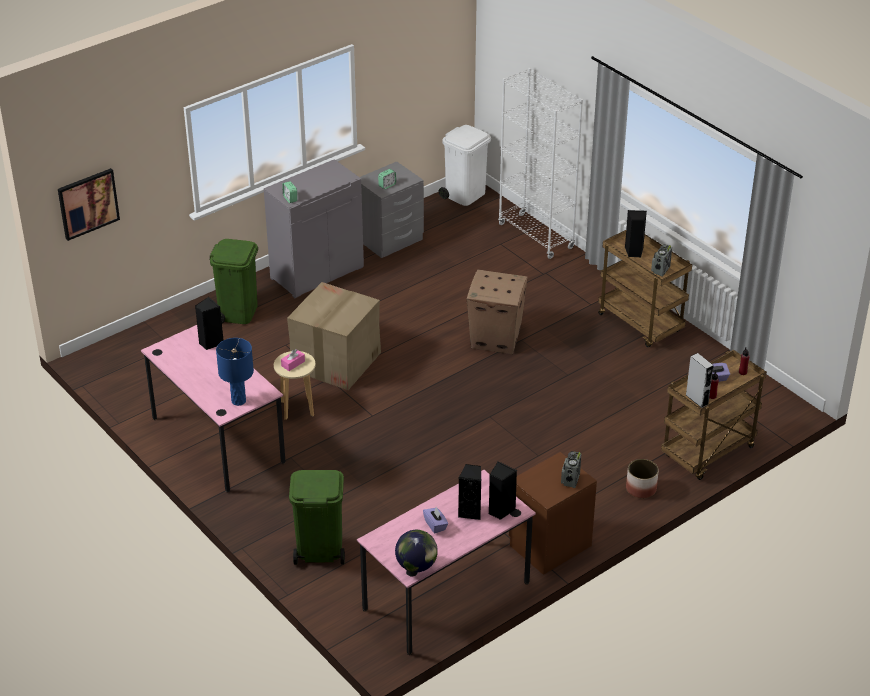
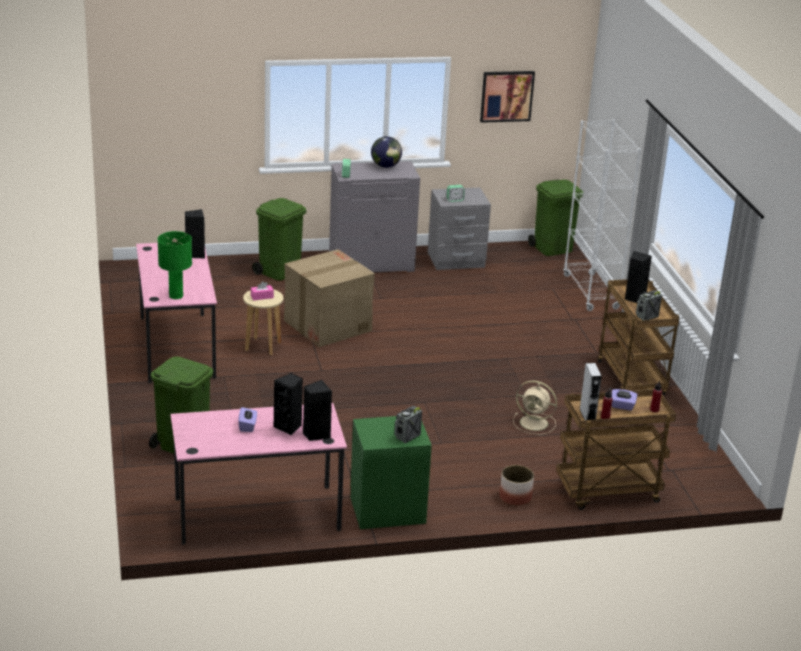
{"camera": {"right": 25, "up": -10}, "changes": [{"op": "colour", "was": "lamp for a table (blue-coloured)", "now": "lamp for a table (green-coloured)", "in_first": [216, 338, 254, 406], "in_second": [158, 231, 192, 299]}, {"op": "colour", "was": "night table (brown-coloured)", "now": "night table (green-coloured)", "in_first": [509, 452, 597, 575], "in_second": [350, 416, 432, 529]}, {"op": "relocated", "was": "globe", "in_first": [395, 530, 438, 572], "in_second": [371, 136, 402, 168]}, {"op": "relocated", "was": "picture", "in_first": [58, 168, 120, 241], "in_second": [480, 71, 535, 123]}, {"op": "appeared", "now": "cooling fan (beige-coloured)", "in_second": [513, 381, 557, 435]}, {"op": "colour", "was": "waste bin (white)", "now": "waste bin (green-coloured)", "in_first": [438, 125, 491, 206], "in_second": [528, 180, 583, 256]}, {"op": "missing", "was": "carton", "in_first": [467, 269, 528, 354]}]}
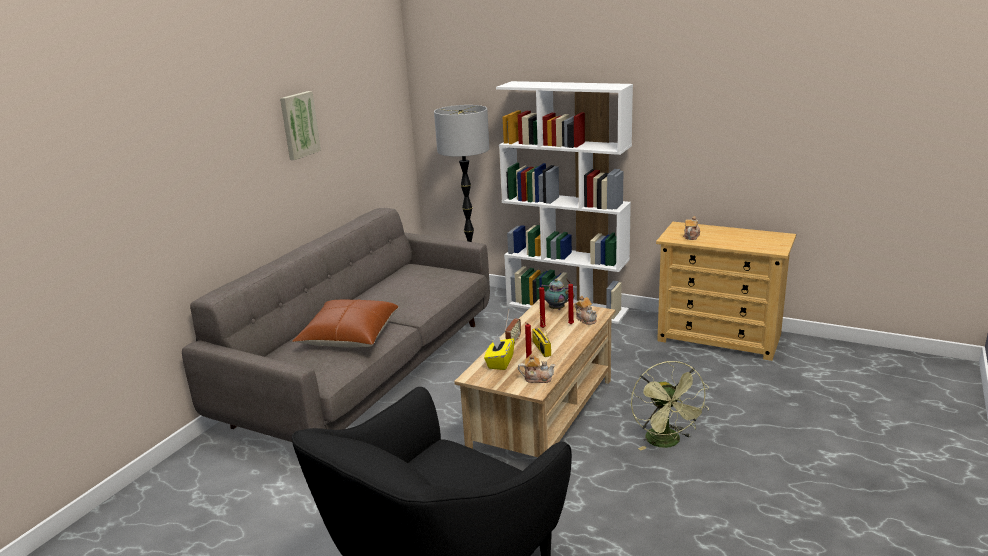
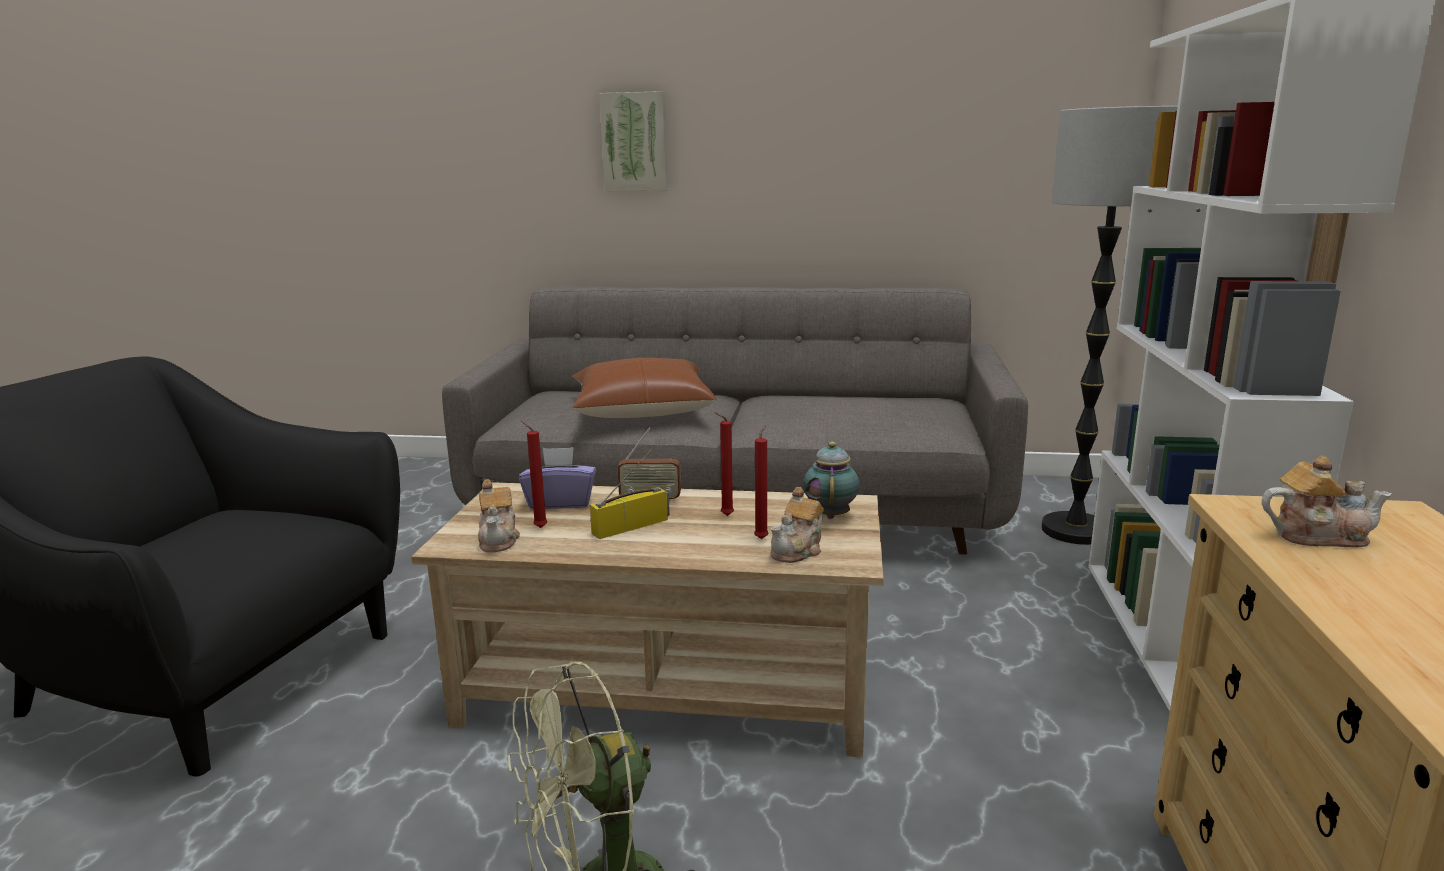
{"camera": {"right": 70, "up": -5}, "changes": [{"op": "colour", "was": "tissue box (yellow)", "now": "tissue box (purple-coloured)", "in_first": [484, 334, 515, 370], "in_second": [519, 447, 596, 509]}, {"op": "relocated", "was": "picture", "in_first": [280, 91, 321, 160], "in_second": [599, 91, 667, 191]}]}
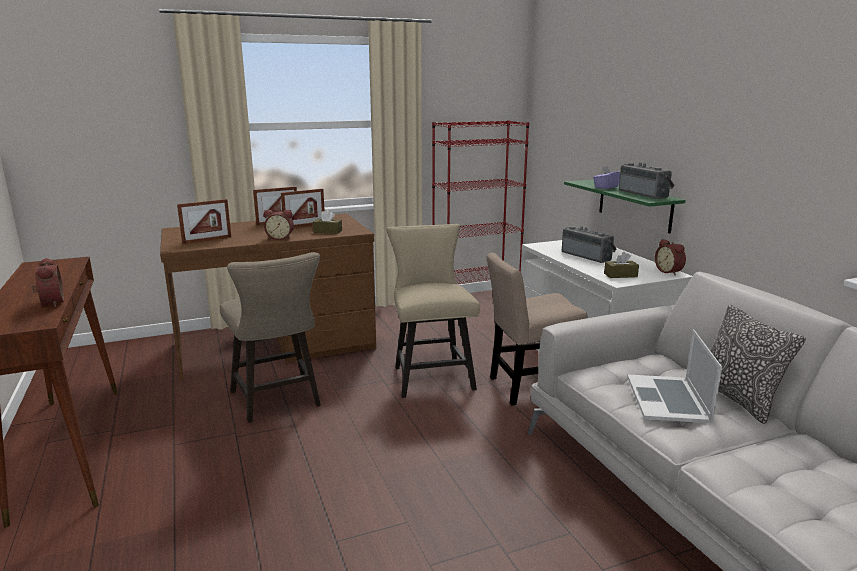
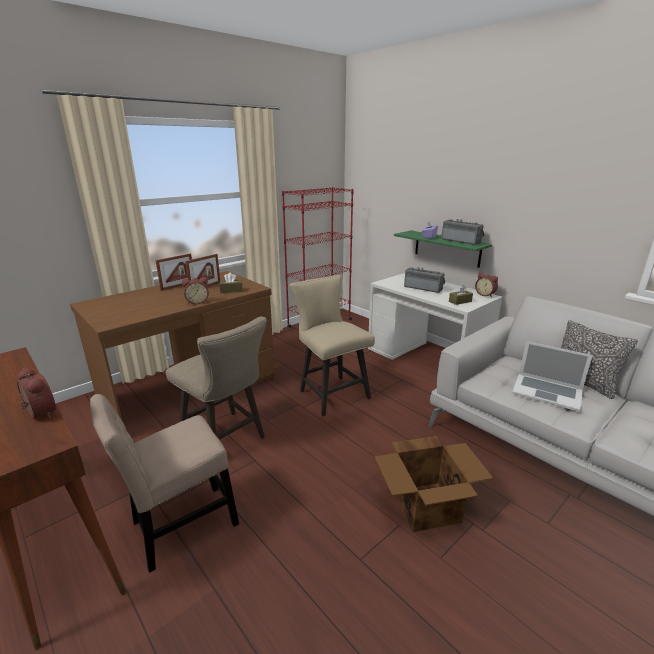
{"camera": {"right": -20, "up": 5}, "changes": [{"op": "relocated", "was": "upright chair (beige-coloured)", "in_first": [487, 253, 588, 405], "in_second": [90, 394, 239, 573]}, {"op": "appeared", "now": "carton", "in_second": [374, 436, 493, 532]}, {"op": "spun", "was": "laptop", "in_first": [627, 330, 722, 423], "in_second": [512, 341, 593, 412], "clockwise": -45}, {"op": "missing", "was": "picture frame", "in_first": [177, 199, 231, 244]}]}
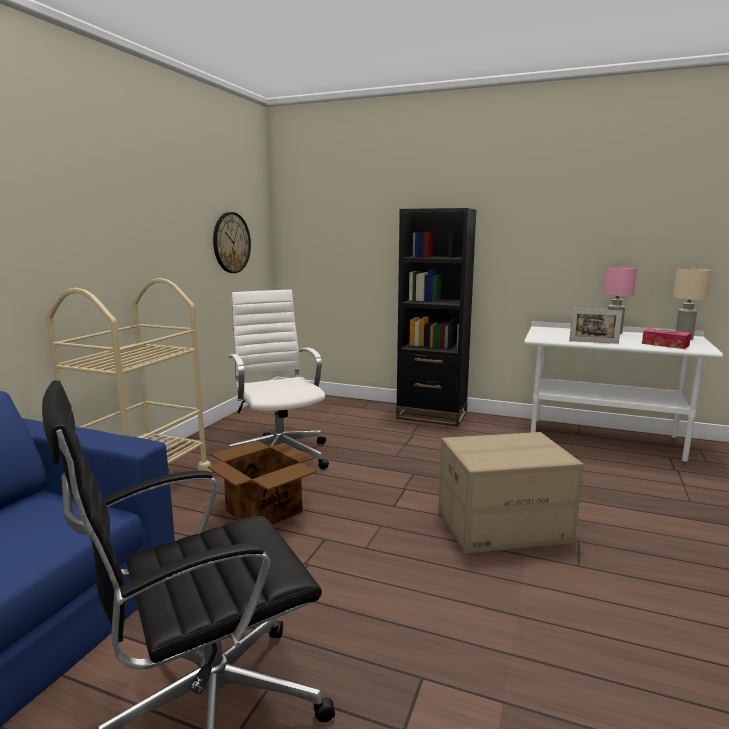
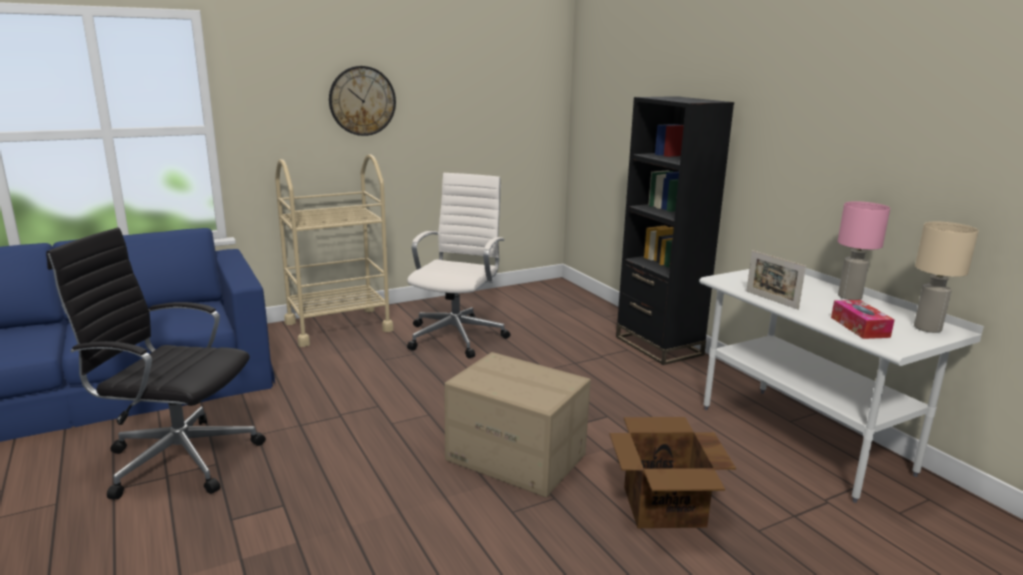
{"camera": {"right": 40, "up": 5}, "changes": [{"op": "relocated", "was": "wall clock", "in_first": [213, 212, 251, 273], "in_second": [329, 66, 396, 136]}, {"op": "relocated", "was": "carton", "in_first": [208, 440, 317, 525], "in_second": [610, 417, 736, 528]}]}
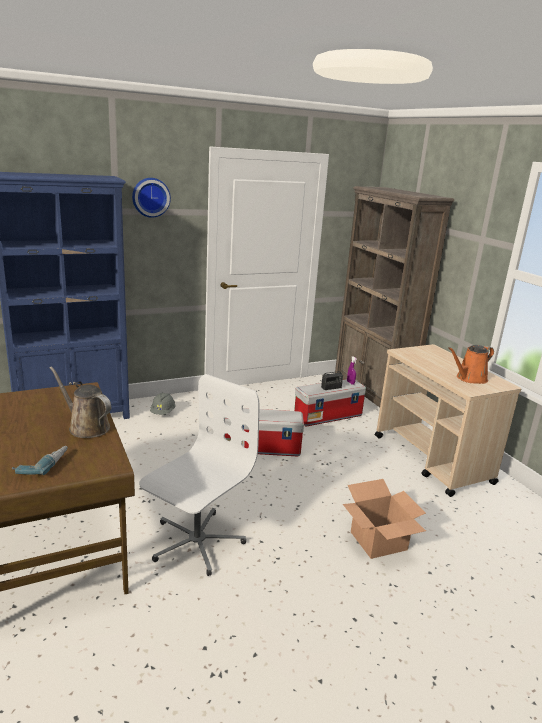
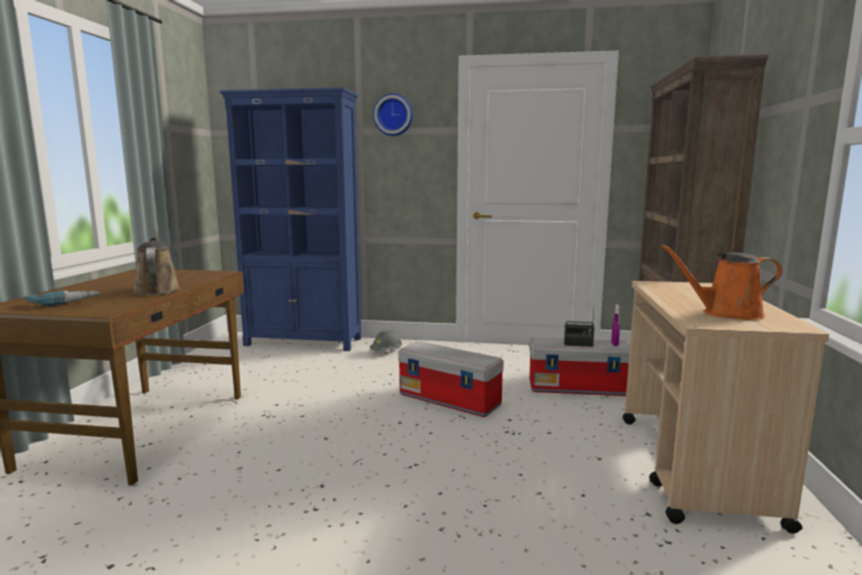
{"camera": {"right": 35, "up": -10}, "changes": [{"op": "missing", "was": "office chair (white)", "in_first": [139, 374, 259, 576]}, {"op": "missing", "was": "carton", "in_first": [343, 479, 426, 559]}]}
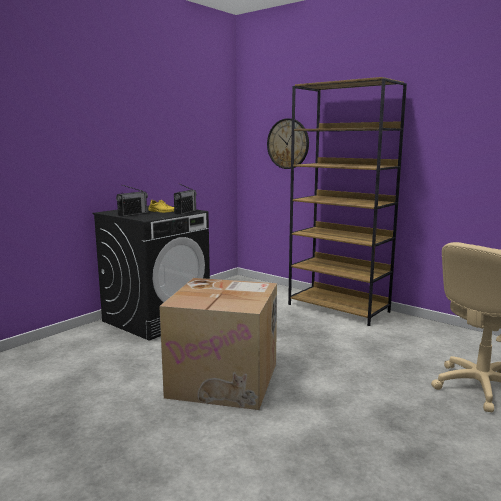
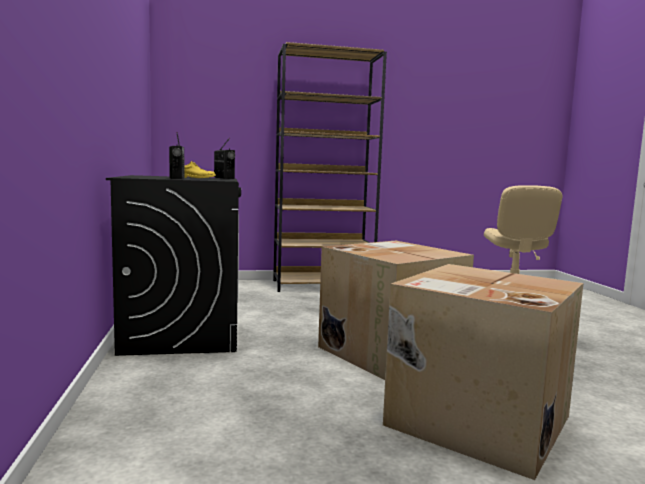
{"camera": {"right": -50, "up": -5}, "changes": [{"op": "appeared", "now": "carton", "in_second": [383, 264, 583, 480]}, {"op": "missing", "was": "wall clock", "in_first": [267, 118, 309, 169]}]}
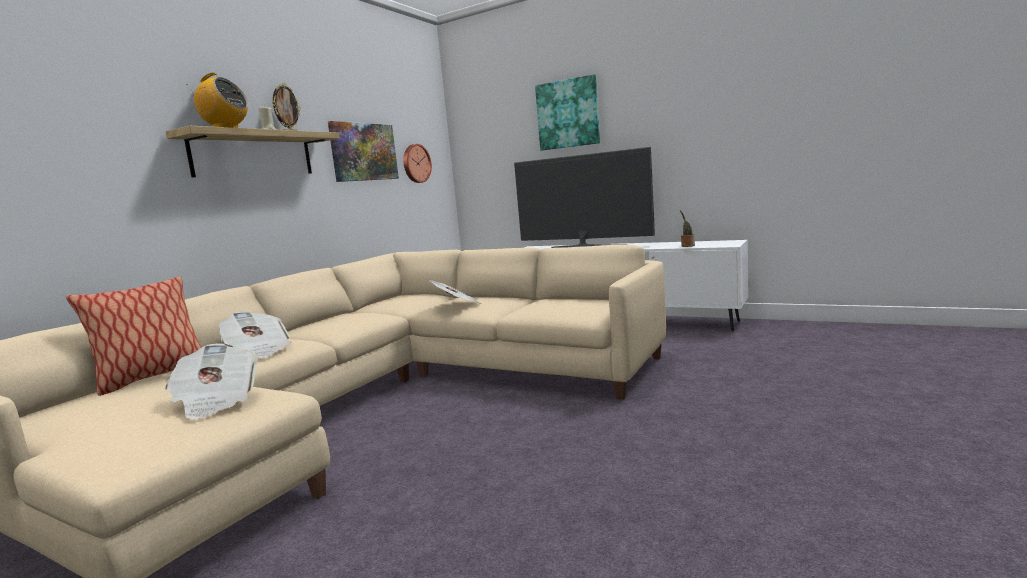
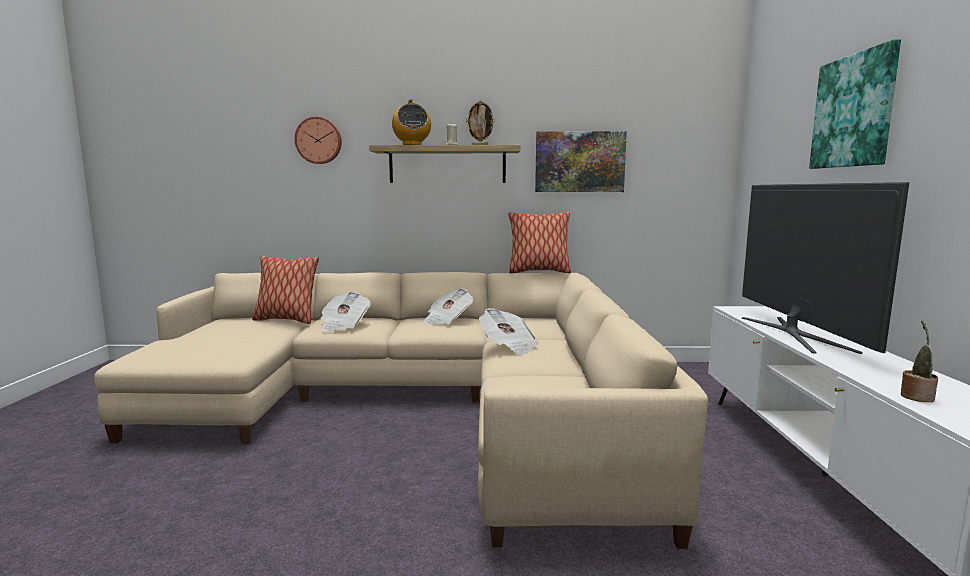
{"camera": {"right": 60, "up": 0}, "changes": [{"op": "relocated", "was": "wall clock", "in_first": [403, 144, 432, 183], "in_second": [295, 117, 342, 164]}, {"op": "relocated", "was": "printed paper", "in_first": [165, 343, 258, 420], "in_second": [423, 289, 474, 325]}, {"op": "appeared", "now": "throw pillow", "in_second": [508, 212, 571, 273]}]}
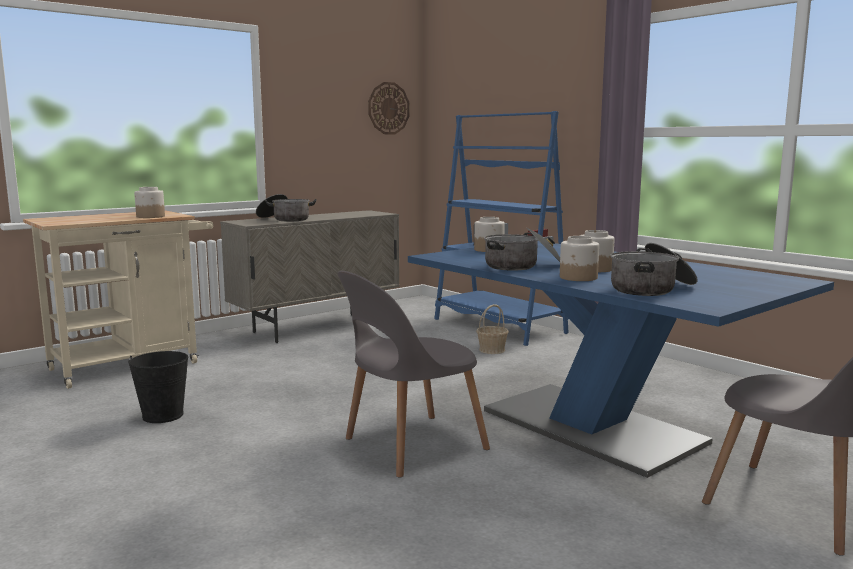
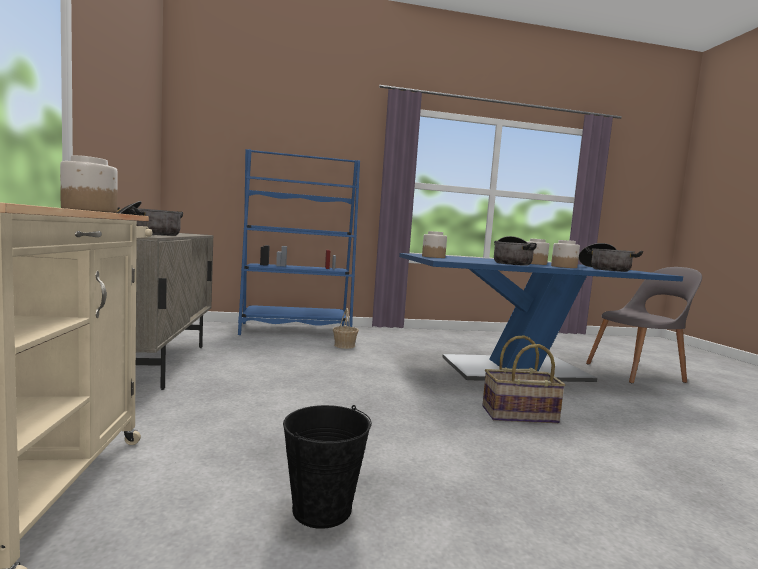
{"camera": {"right": -60, "up": -5}, "changes": [{"op": "exchanged", "was": "upright chair (grey)", "now": "household basket", "in_first": [337, 271, 490, 478], "in_second": [482, 335, 565, 423]}, {"op": "missing", "was": "wall clock", "in_first": [368, 82, 410, 134]}]}
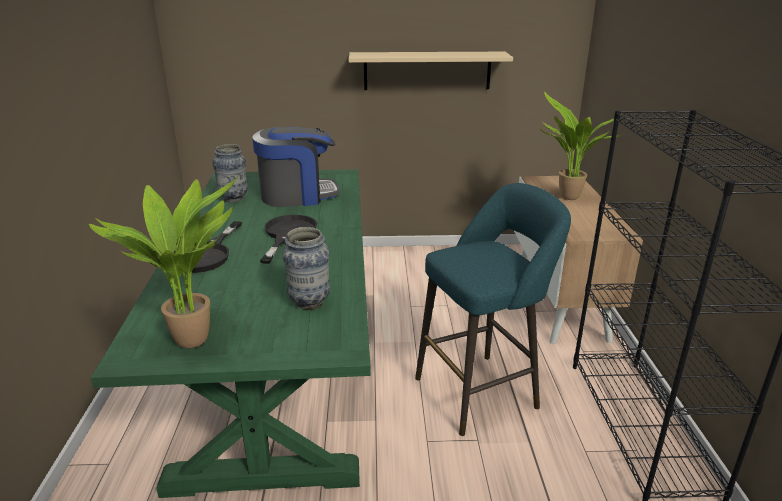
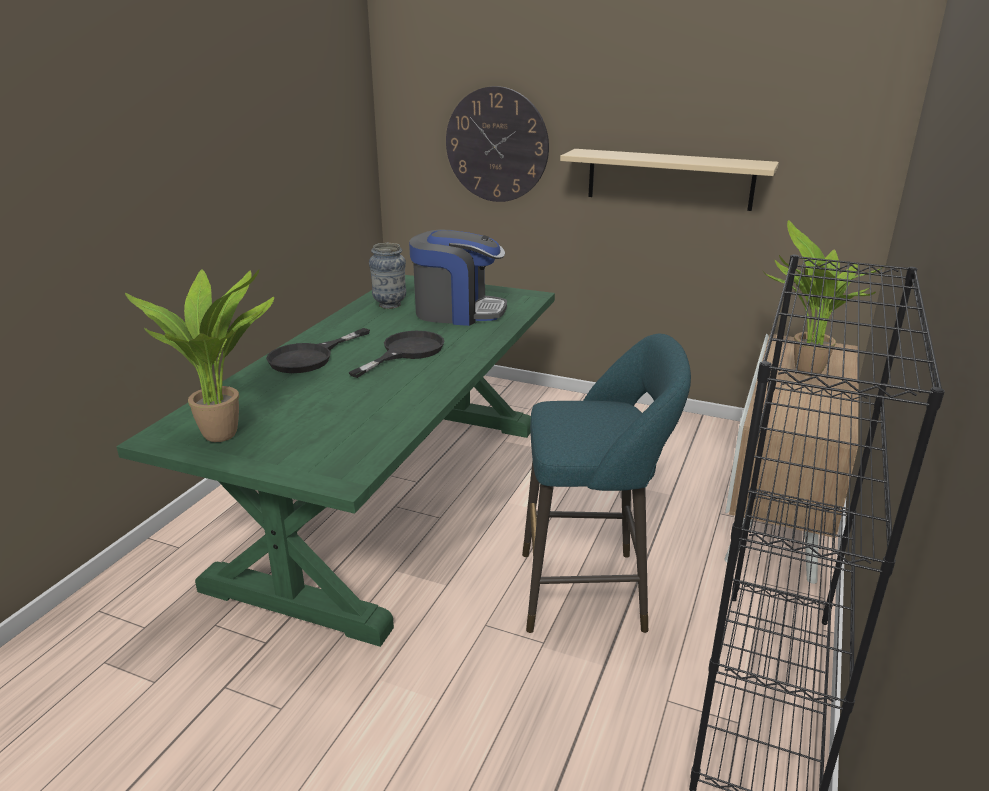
{"camera": {"right": 25, "up": 0}, "changes": [{"op": "appeared", "now": "wall clock", "in_second": [446, 86, 549, 202]}, {"op": "missing", "was": "decorative vase", "in_first": [282, 227, 330, 310]}]}
